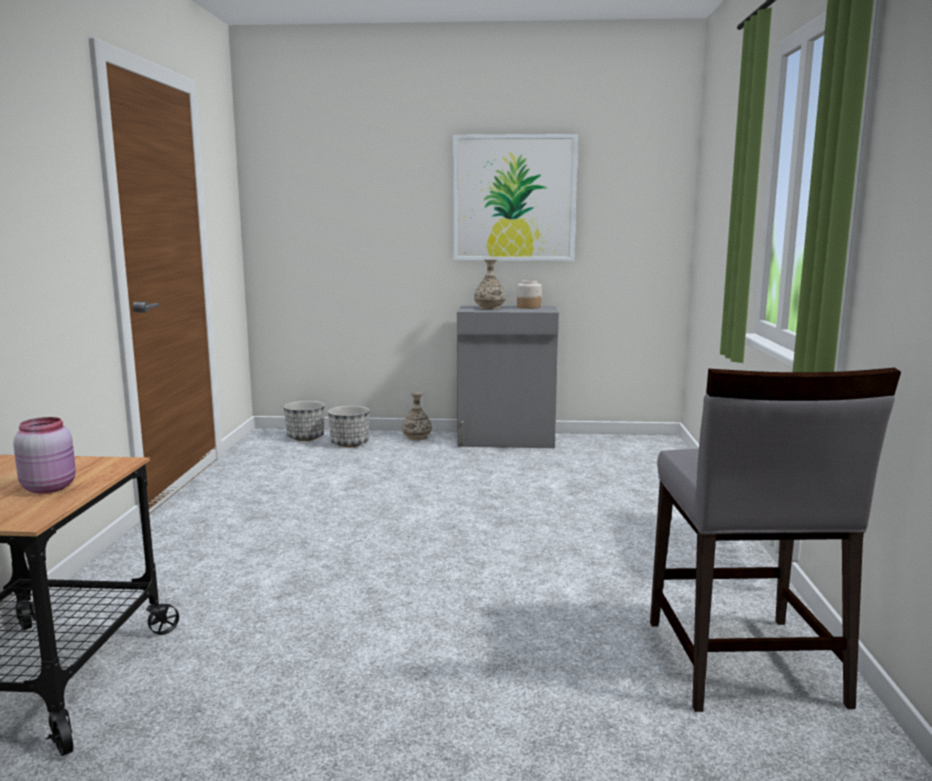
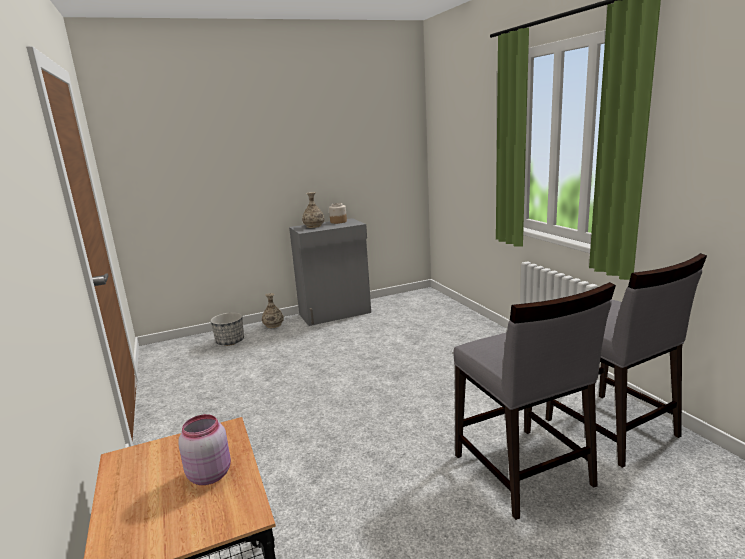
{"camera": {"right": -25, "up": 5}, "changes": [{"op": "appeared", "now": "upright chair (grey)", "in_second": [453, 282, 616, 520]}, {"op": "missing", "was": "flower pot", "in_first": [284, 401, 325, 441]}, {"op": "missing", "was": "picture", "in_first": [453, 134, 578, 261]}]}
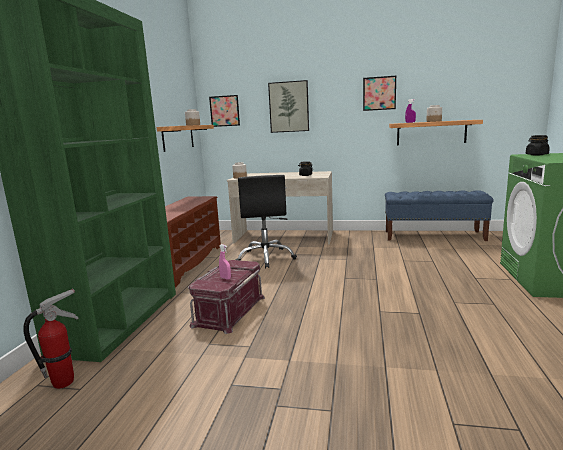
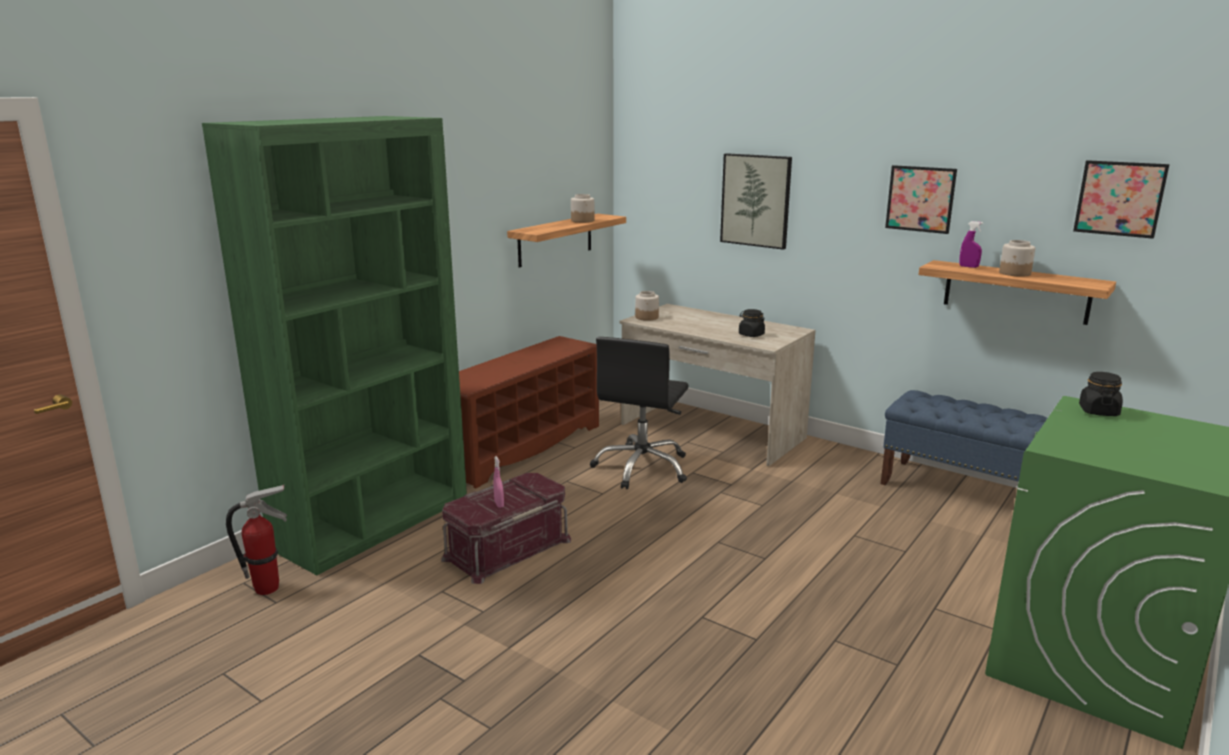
{"camera": {"right": 25, "up": 5}, "changes": [{"op": "relocated", "was": "picture", "in_first": [209, 95, 240, 127], "in_second": [1073, 160, 1170, 239]}]}
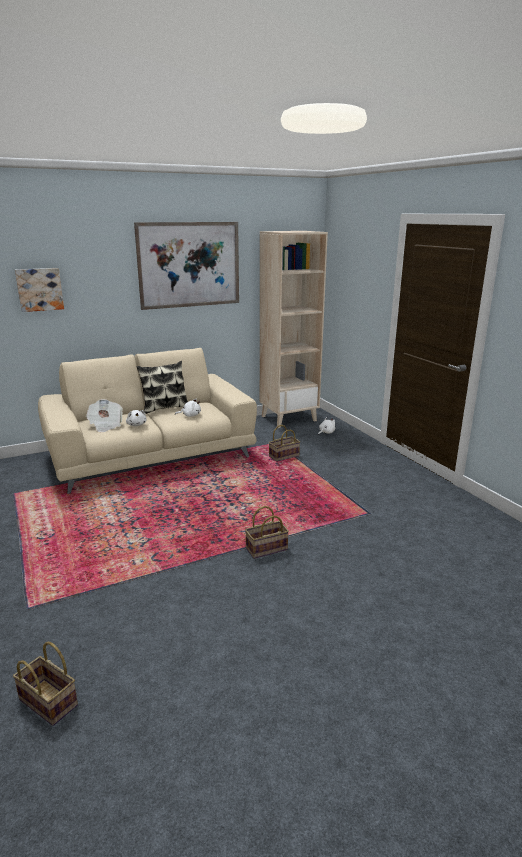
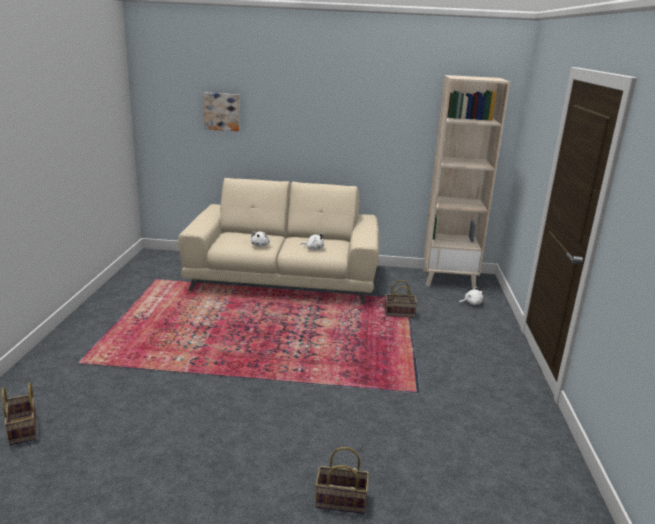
{"camera": {"right": 30, "up": 0}, "changes": [{"op": "relocated", "was": "household basket", "in_first": [245, 506, 289, 559], "in_second": [315, 447, 369, 514]}, {"op": "missing", "was": "printed paper", "in_first": [86, 399, 123, 432]}, {"op": "missing", "was": "picture", "in_first": [134, 222, 239, 310]}, {"op": "missing", "was": "throw pillow", "in_first": [137, 361, 188, 414]}]}
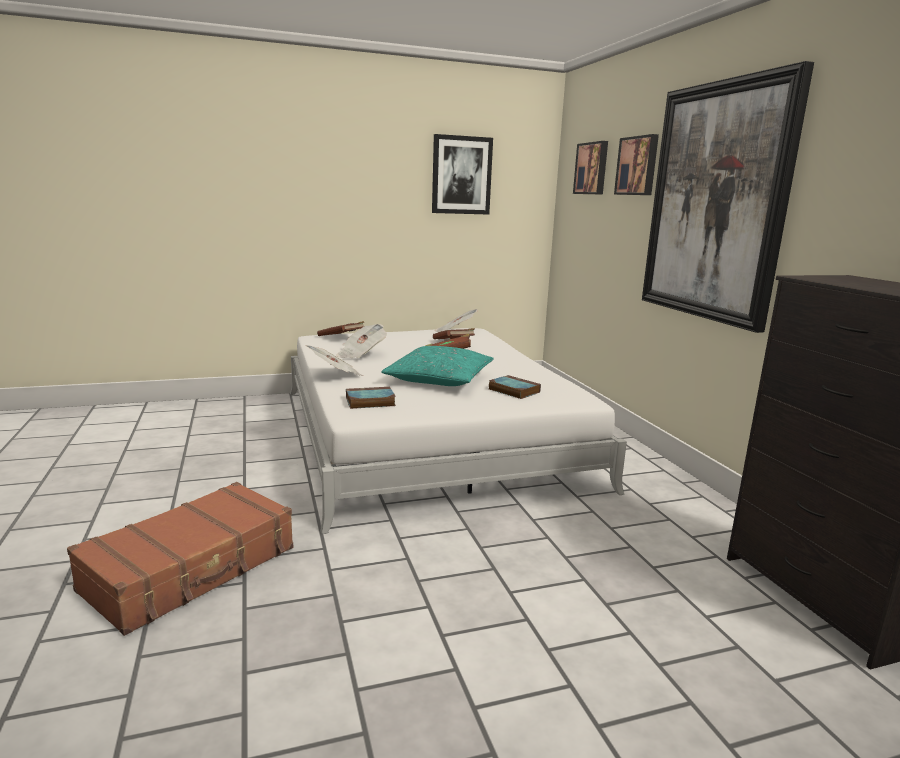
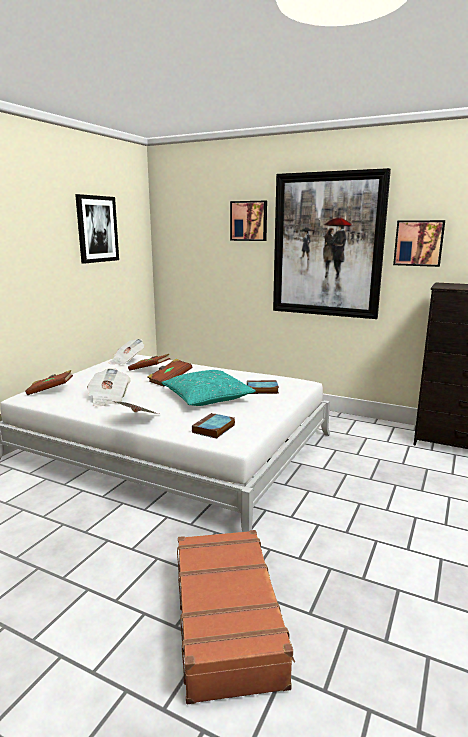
{"camera": {"right": -45, "up": 0}, "changes": [{"op": "relocated", "was": "picture", "in_first": [573, 141, 608, 195], "in_second": [393, 220, 445, 267]}]}
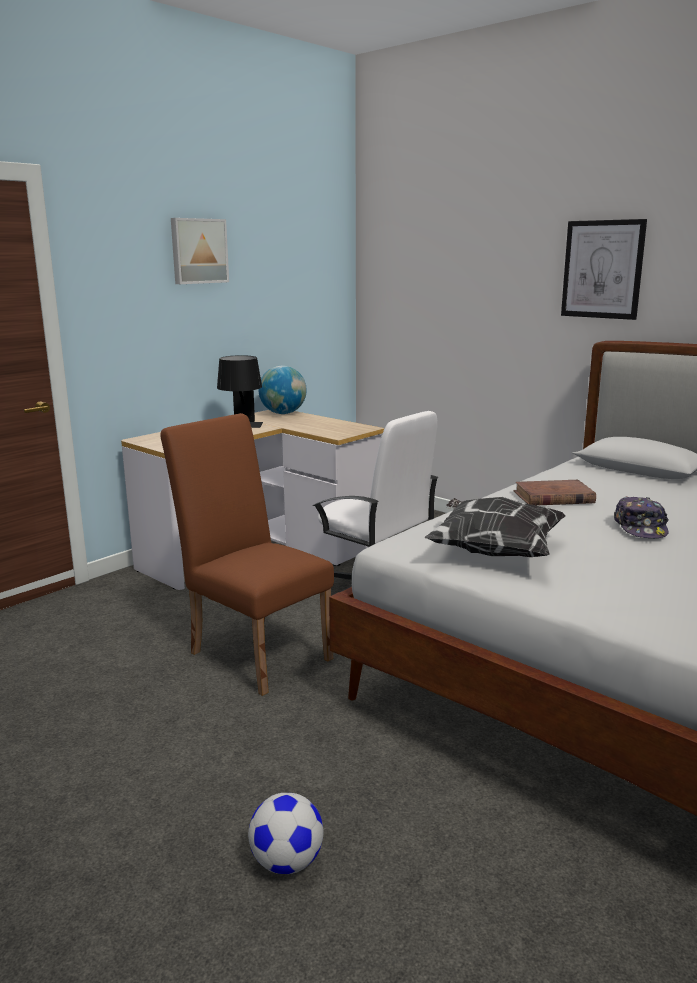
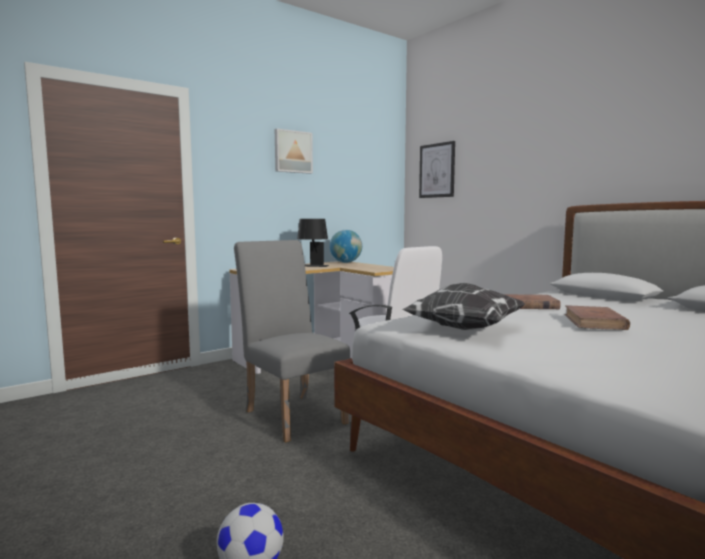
{"camera": {"right": 10, "up": -10}, "changes": [{"op": "colour", "was": "upright chair (brown-coloured)", "now": "upright chair (grey)", "in_first": [160, 413, 334, 696], "in_second": [234, 240, 350, 443]}, {"op": "relocated", "was": "picture", "in_first": [561, 219, 647, 320], "in_second": [419, 141, 455, 198]}, {"op": "exchanged", "was": "baseball cap", "now": "bound book (brown-coloured)", "in_first": [614, 496, 669, 539], "in_second": [564, 306, 630, 330]}]}
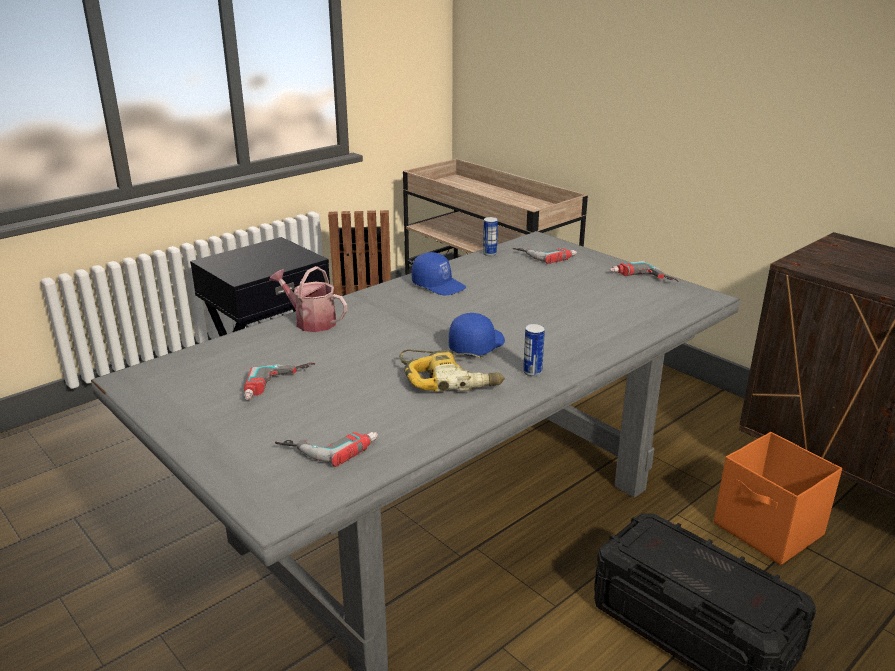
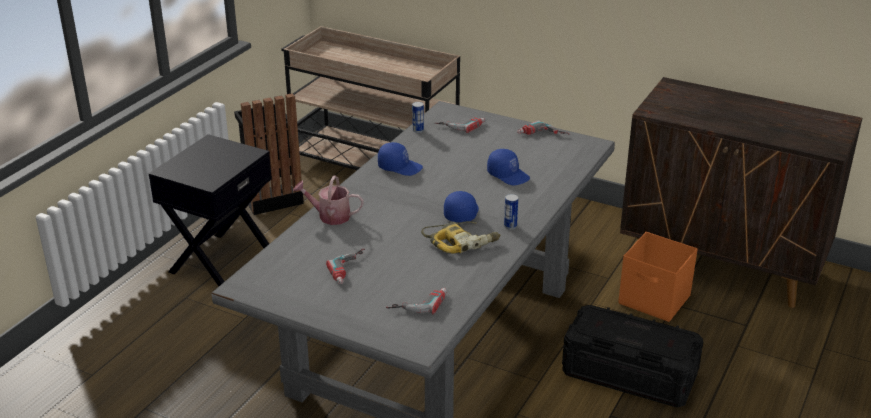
{"camera": {"right": -20, "up": 5}, "changes": [{"op": "appeared", "now": "baseball cap (blue-coloured)", "in_second": [487, 149, 530, 186]}]}
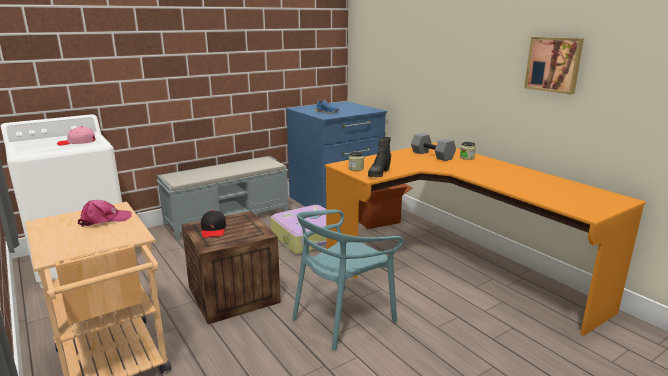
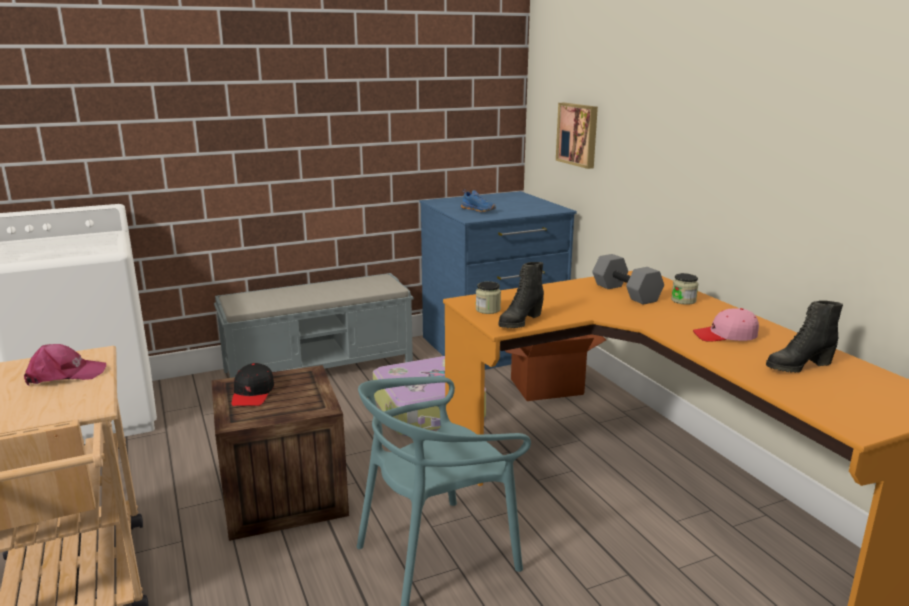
{"camera": {"right": 10, "up": 0}, "changes": [{"op": "relocated", "was": "picture", "in_first": [524, 37, 584, 94], "in_second": [556, 103, 598, 169]}, {"op": "relocated", "was": "baseball cap (pink)", "in_first": [57, 126, 96, 146], "in_second": [693, 308, 759, 342]}, {"op": "appeared", "now": "boot (blackish)", "in_second": [766, 300, 843, 373]}]}
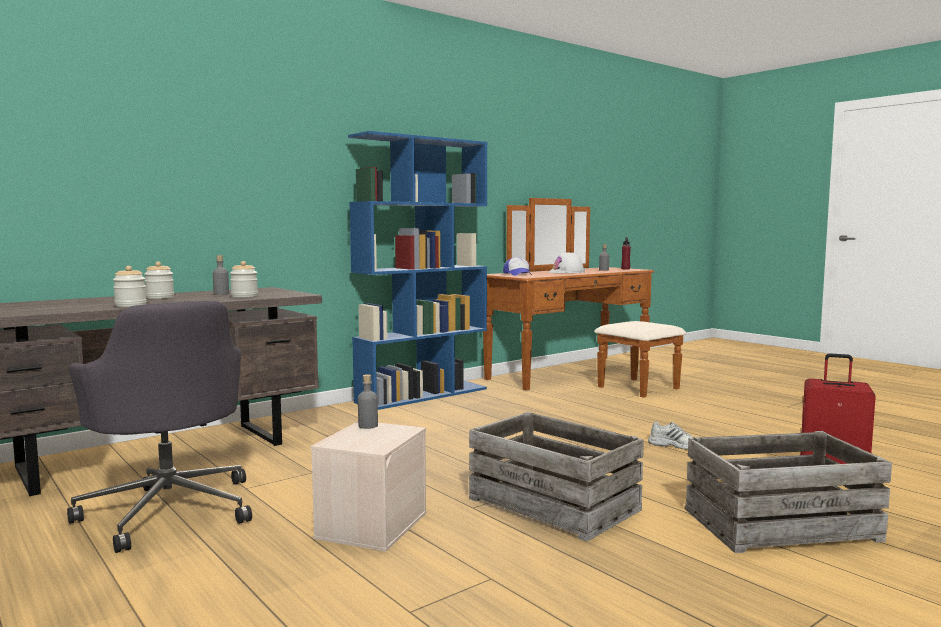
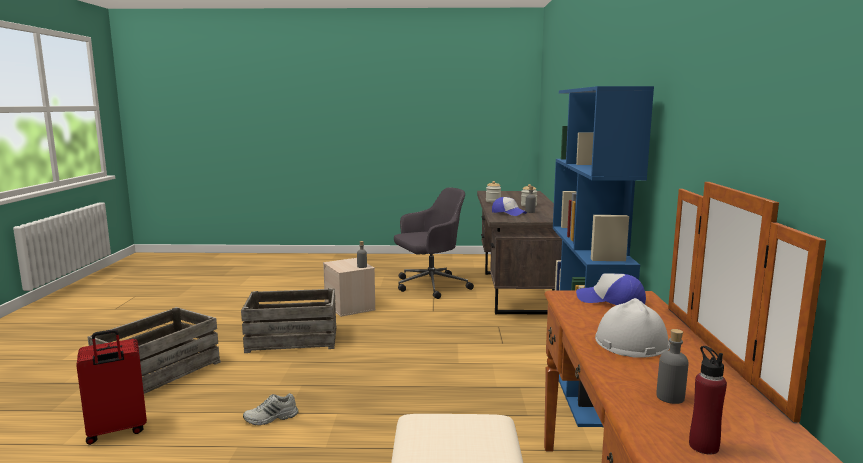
{"camera": {"right": 130, "up": 5}, "changes": [{"op": "spun", "was": "office chair (grey)", "in_first": [67, 301, 252, 553], "in_second": [394, 188, 474, 299], "clockwise": 150}, {"op": "exchanged", "was": "jar", "now": "baseball cap", "in_first": [230, 261, 258, 297], "in_second": [492, 197, 527, 216]}]}
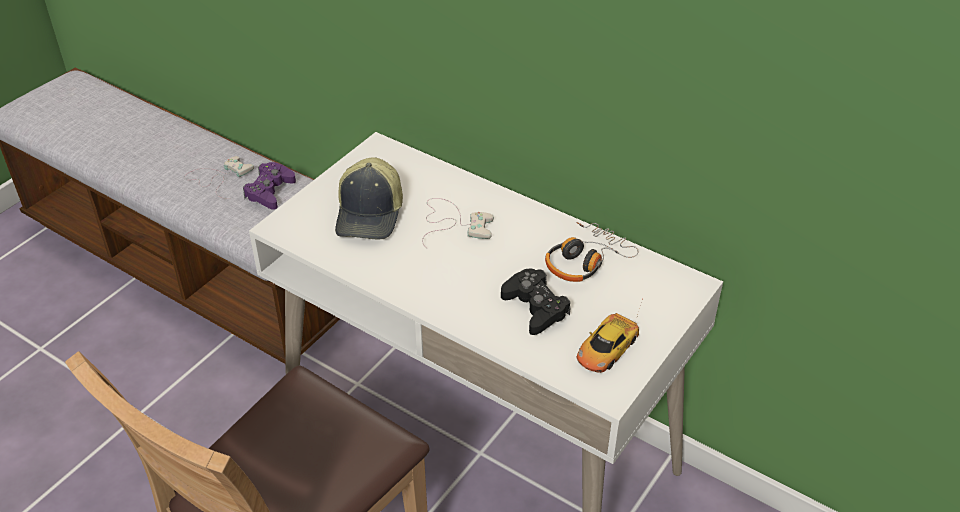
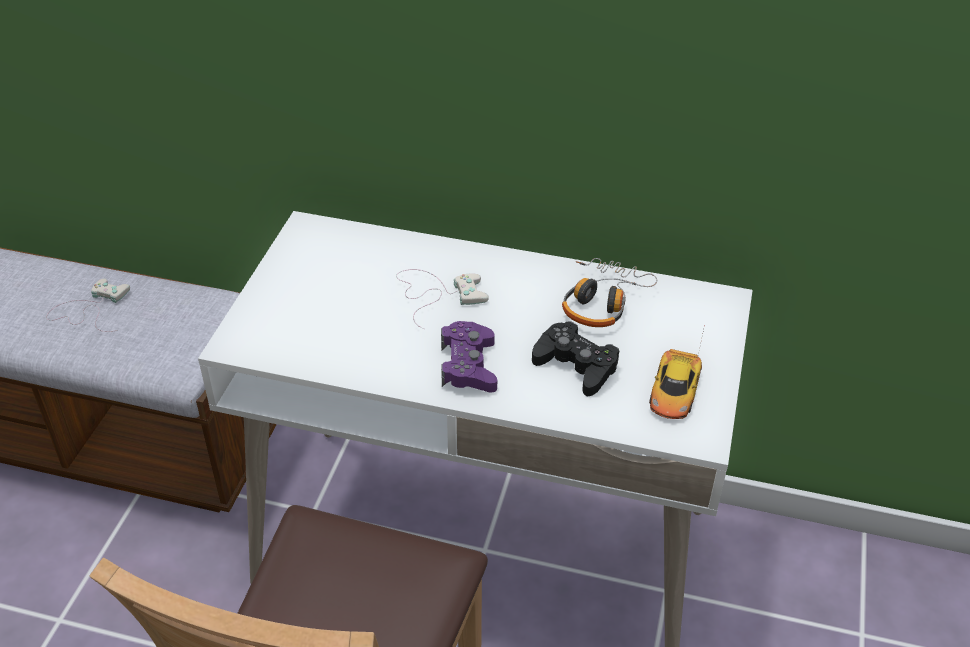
{"camera": {"right": -20, "up": 0}, "changes": [{"op": "relocated", "was": "joypad (purple-coloured)", "in_first": [243, 162, 296, 210], "in_second": [441, 321, 497, 392]}, {"op": "missing", "was": "baseball cap", "in_first": [335, 157, 403, 240]}]}
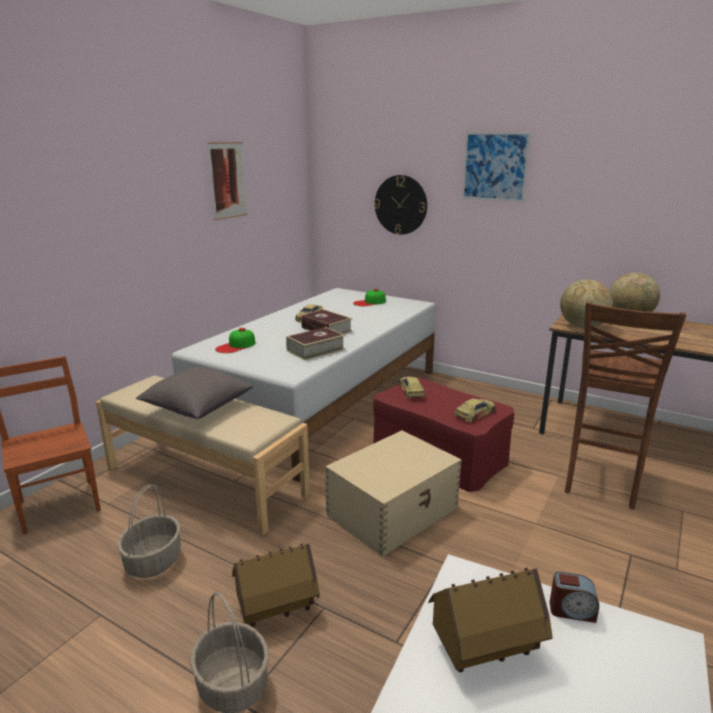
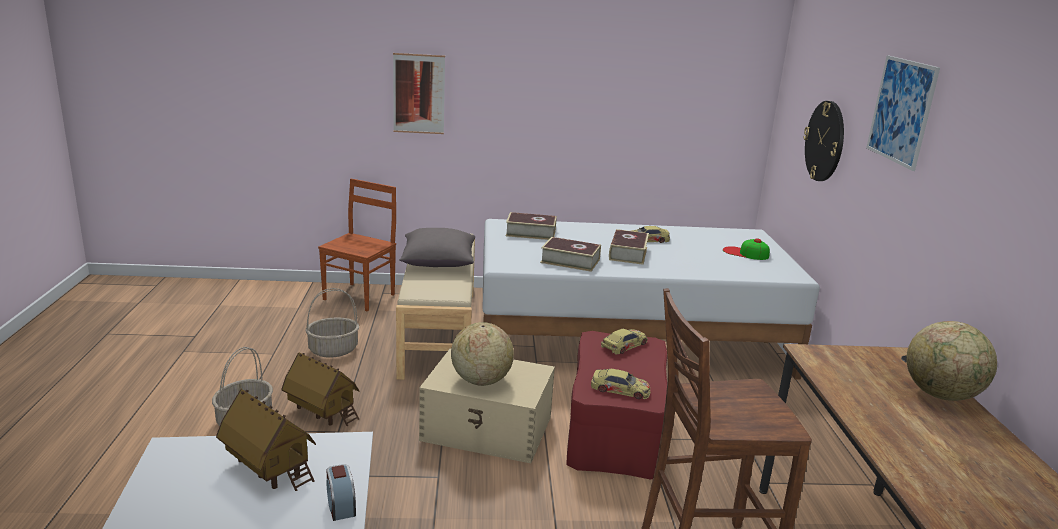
{"camera": {"right": 55, "up": 0}, "changes": [{"op": "relocated", "was": "picture", "in_first": [208, 142, 248, 220], "in_second": [393, 53, 445, 134]}, {"op": "relocated", "was": "globe", "in_first": [560, 279, 613, 328], "in_second": [451, 322, 514, 386]}, {"op": "exchanged", "was": "baseball cap", "now": "bound book", "in_first": [215, 328, 256, 353], "in_second": [506, 212, 557, 240]}]}
